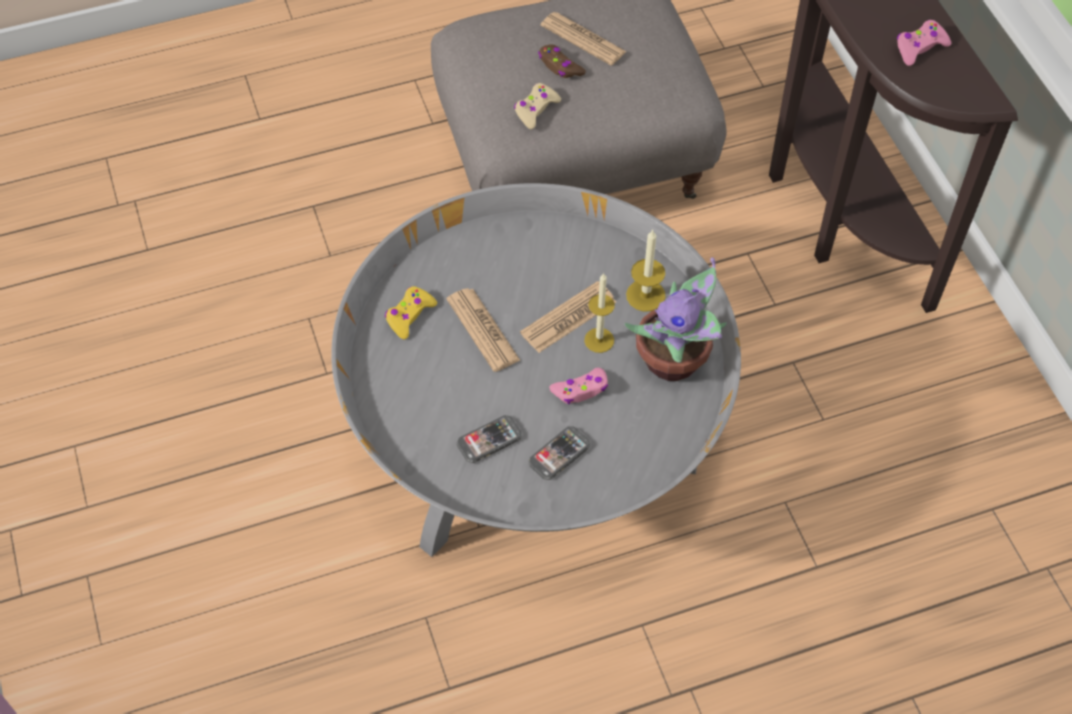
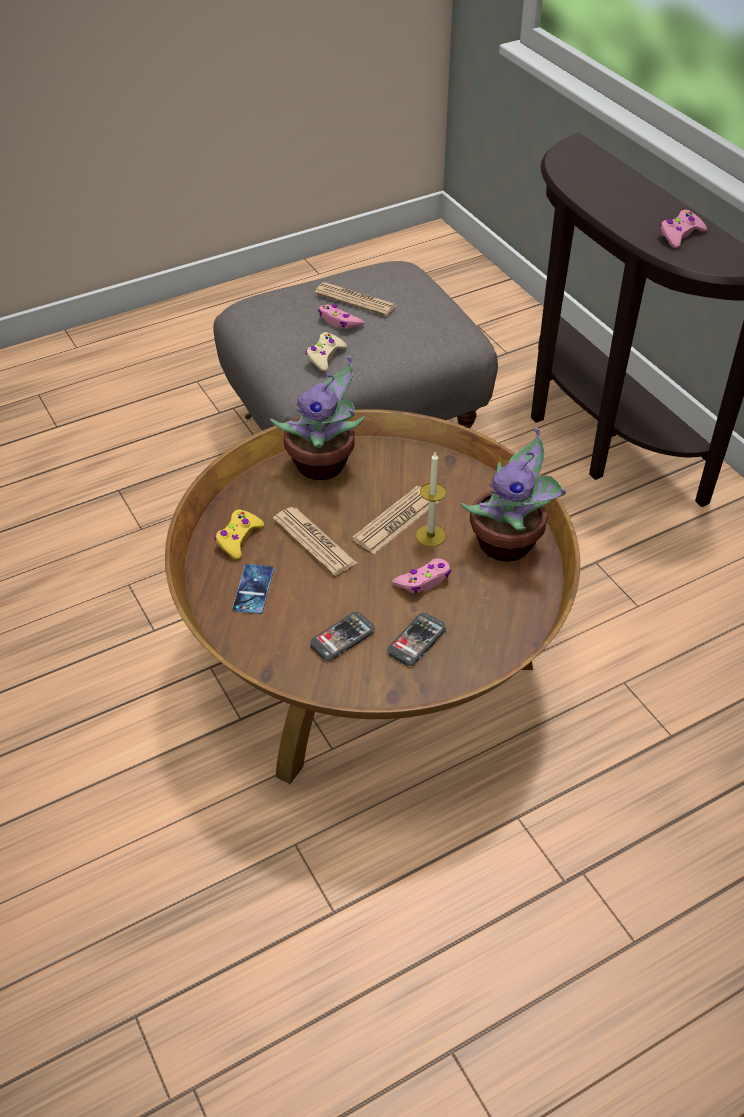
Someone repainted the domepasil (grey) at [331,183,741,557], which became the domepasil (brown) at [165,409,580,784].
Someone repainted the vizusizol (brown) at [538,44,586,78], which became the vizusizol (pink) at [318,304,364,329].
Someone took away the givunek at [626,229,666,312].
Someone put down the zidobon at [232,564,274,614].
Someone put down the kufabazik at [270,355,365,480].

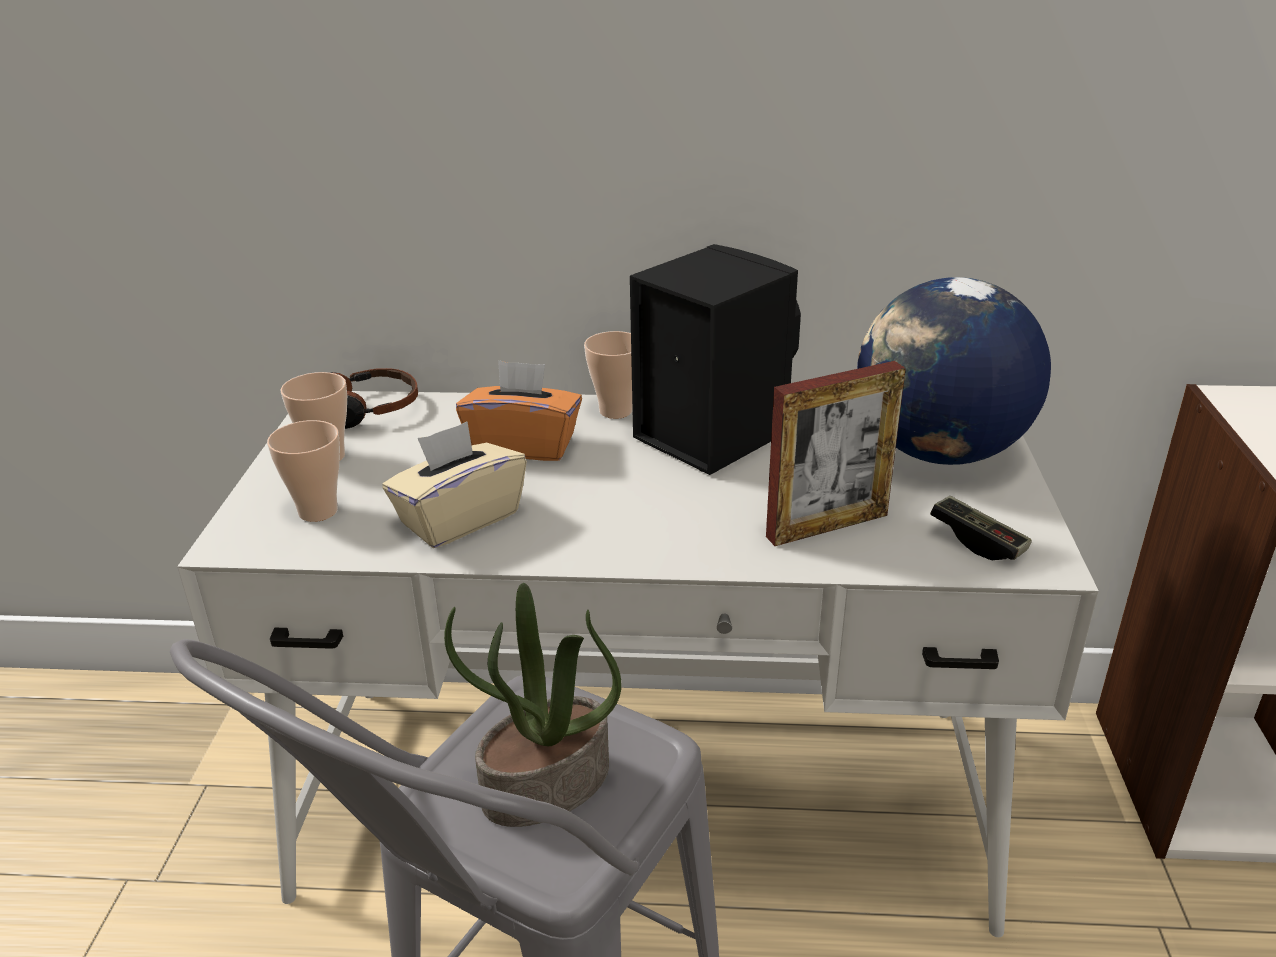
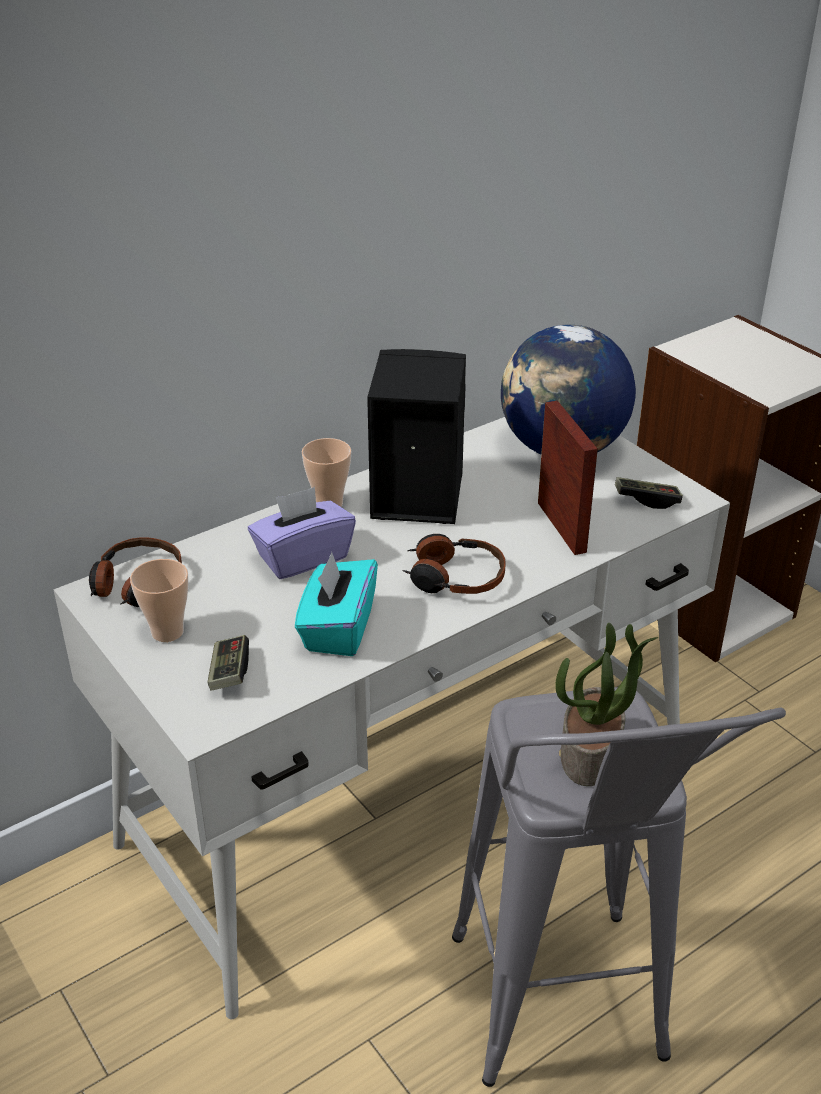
Someone swapped the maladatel at [267,420,340,522] for the vizusizol at [207,635,249,691].
Someone repainted the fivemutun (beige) at [382,421,527,548], which became the fivemutun (turquoise) at [295,552,378,656].
Someone repainted the fivemutun (orange) at [456,360,582,461], which became the fivemutun (purple) at [248,487,356,579].
Someone rotated the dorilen at [766,361,906,546] by 45 degrees counterclockwise.
Someone put down the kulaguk at [402,534,506,594].

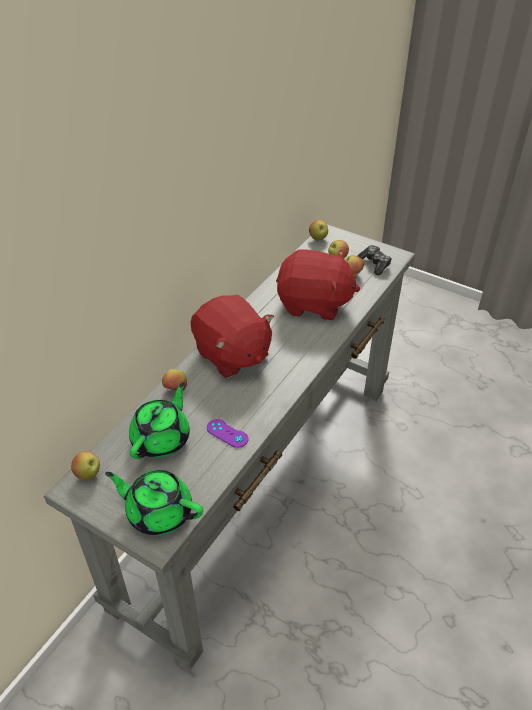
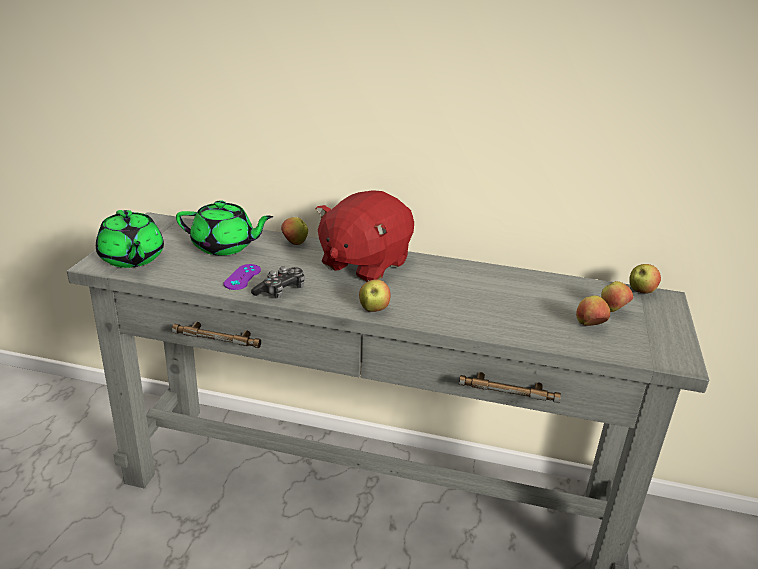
Someone carried the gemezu from [71,451,100,480] to [359,279,391,312].
Someone rotated the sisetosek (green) at [105,470,203,536] by 150 degrees clockwise.
Someone took away the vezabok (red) at [276,249,360,320].
Someone carried the vizusizol from [357,245,392,275] to [251,266,305,298].

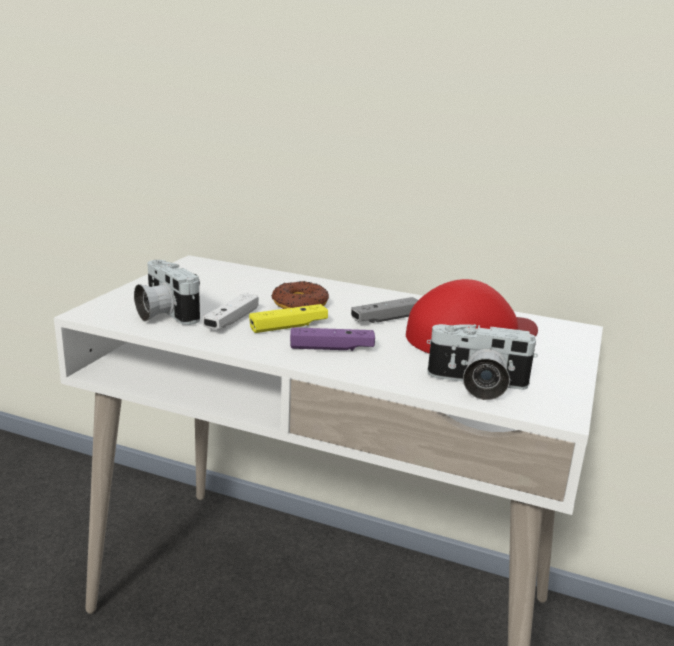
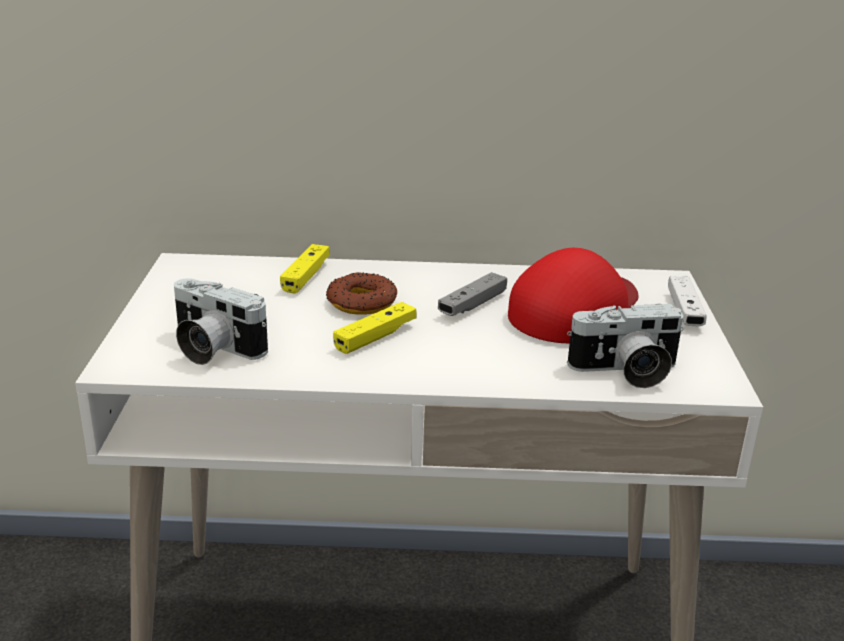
Someone carried the vizusizol (white) from [203,293,259,329] to [668,276,707,326].
Someone took away the vizusizol (purple) at [290,327,375,351].
Someone put down the vizusizol (yellow) at [280,244,330,294].

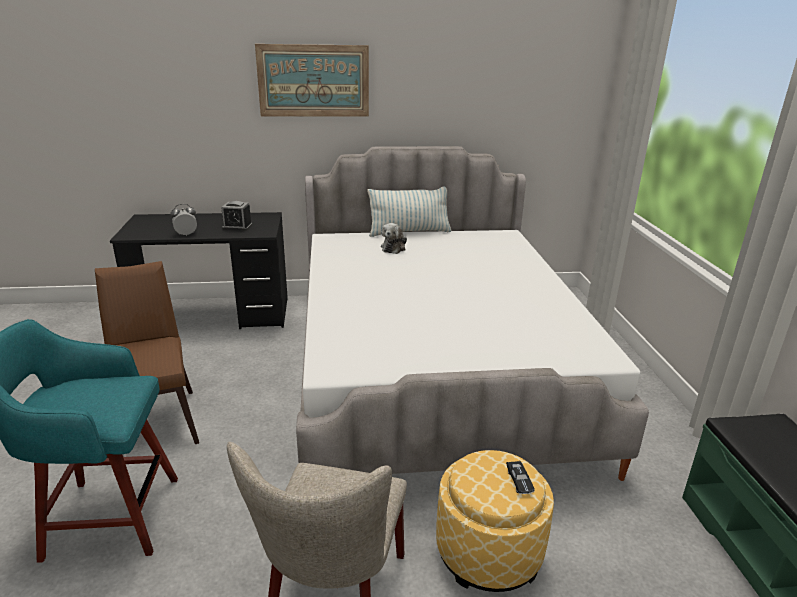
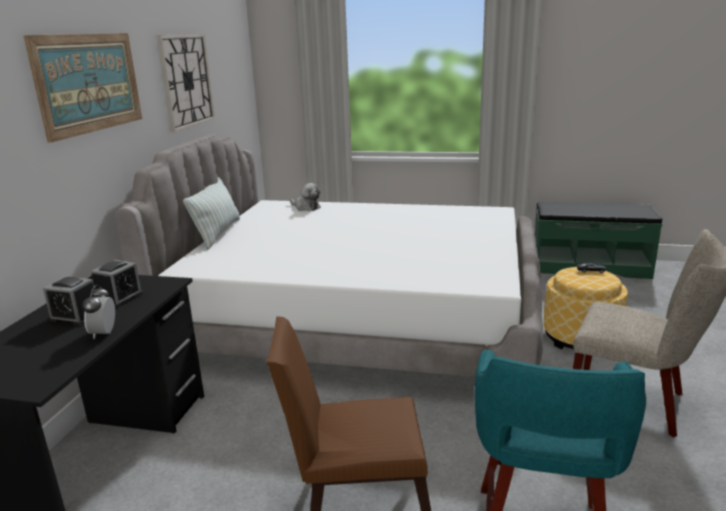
Someone carried the vezabok from [381,223,407,254] to [290,183,321,211].
Someone put down the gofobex at [43,276,95,326].
Someone put up the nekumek at [156,34,215,132].

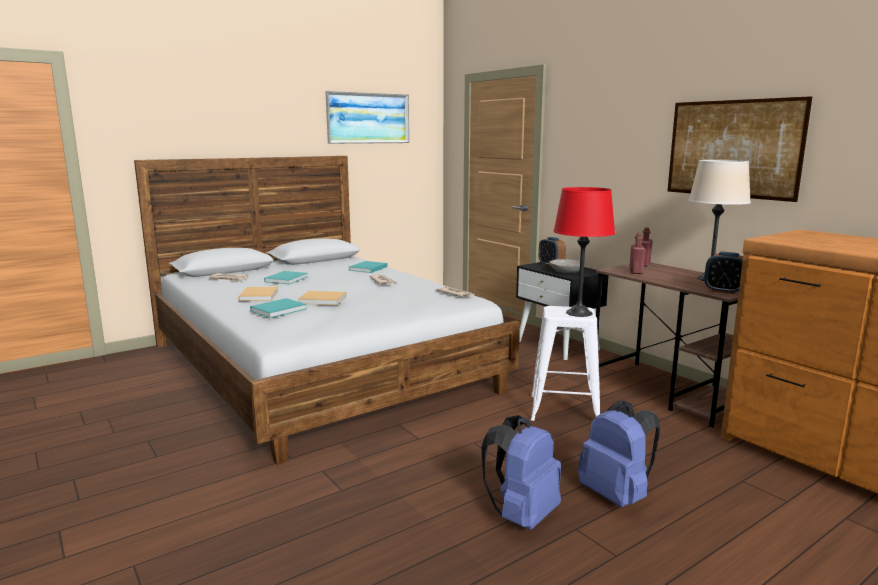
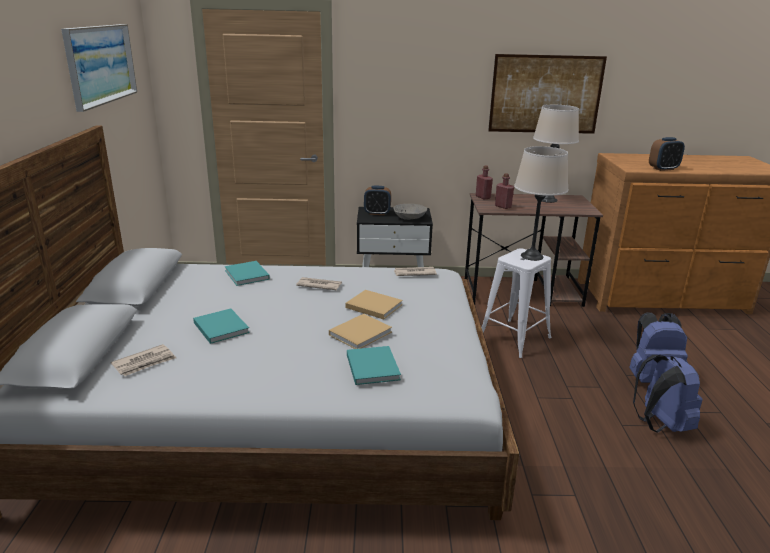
Someone carried the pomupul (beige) from [238,286,279,301] to [345,290,403,319].
Someone repainted the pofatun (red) at [554,187,615,317], which became the pofatun (beige) at [514,146,568,261].
Someone carried the gofobex from [704,252,743,294] to [649,137,685,171].

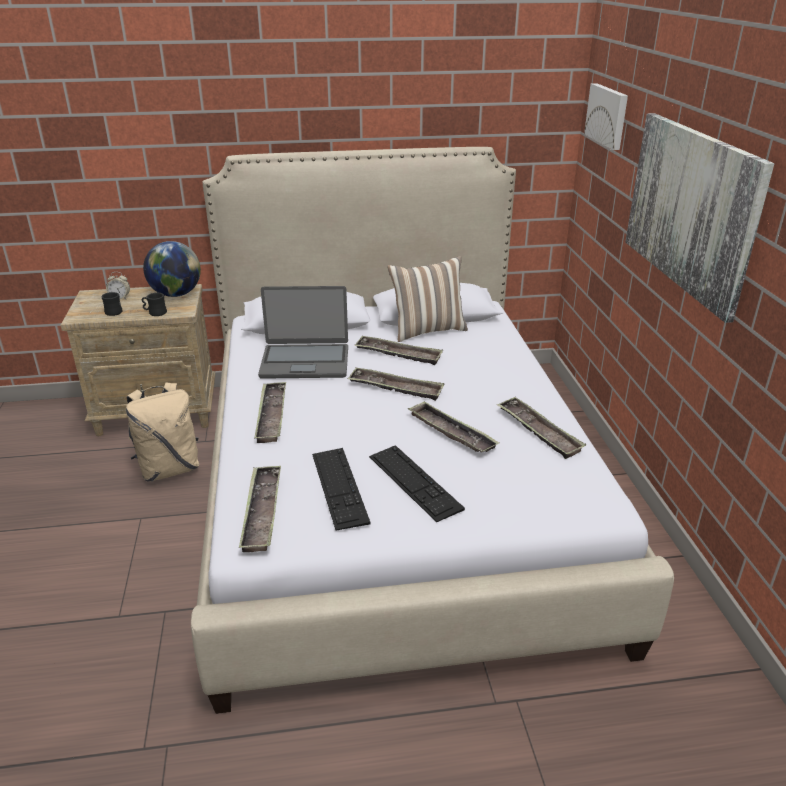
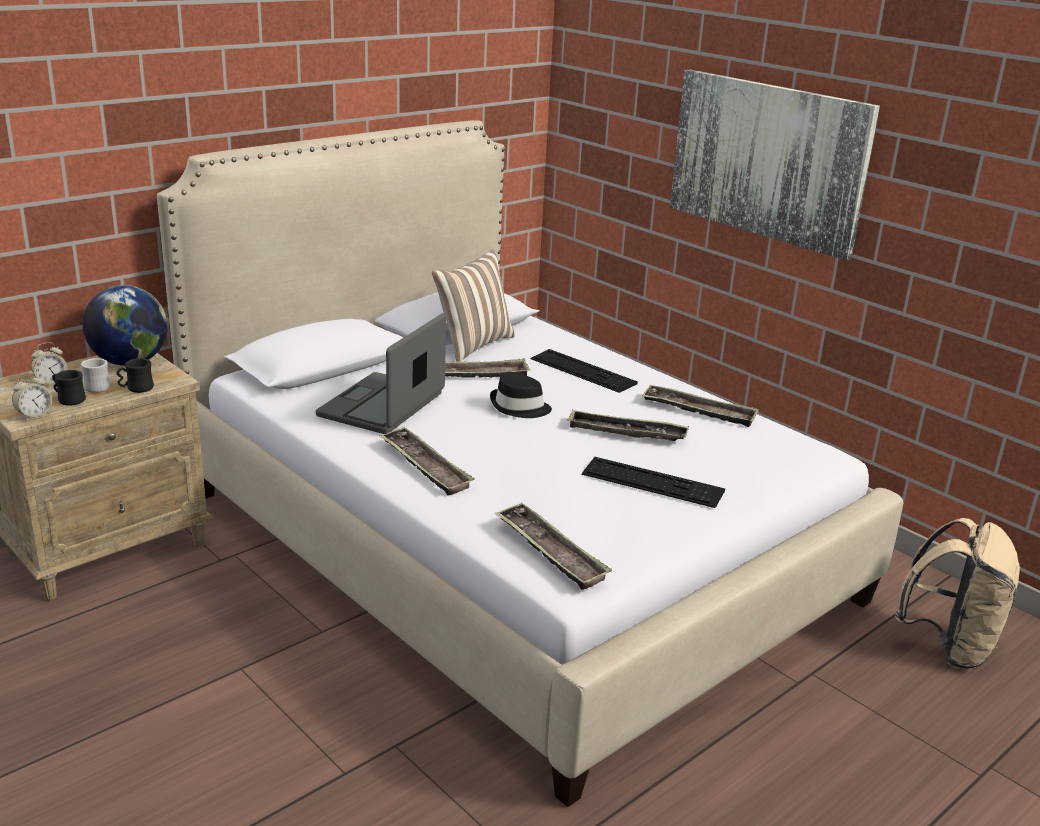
Someone carried the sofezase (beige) from [126,382,199,482] to [895,518,1022,669].
Someone rotated the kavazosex at [258,286,348,379] by 150 degrees clockwise.
Someone carried the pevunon from [312,448,370,531] to [530,349,638,393].
Someone swapped the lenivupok at [348,368,444,401] for the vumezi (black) at [490,372,552,418].
Someone took away the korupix at [584,83,628,150].
Someone put down the gofobex at [12,373,52,420].
Someone put down the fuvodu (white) at [81,358,111,393].

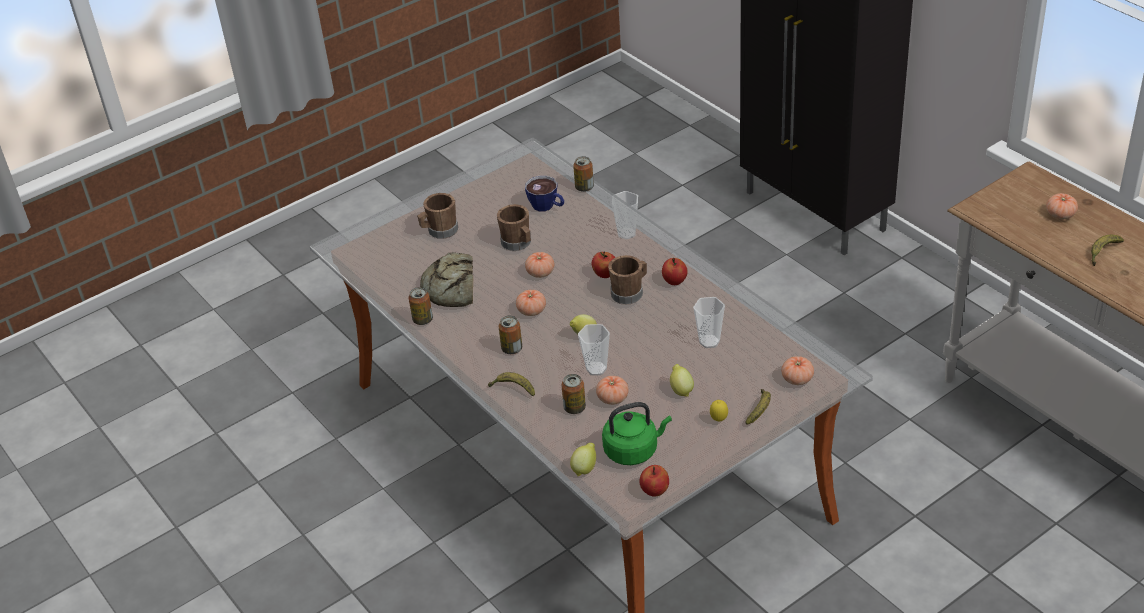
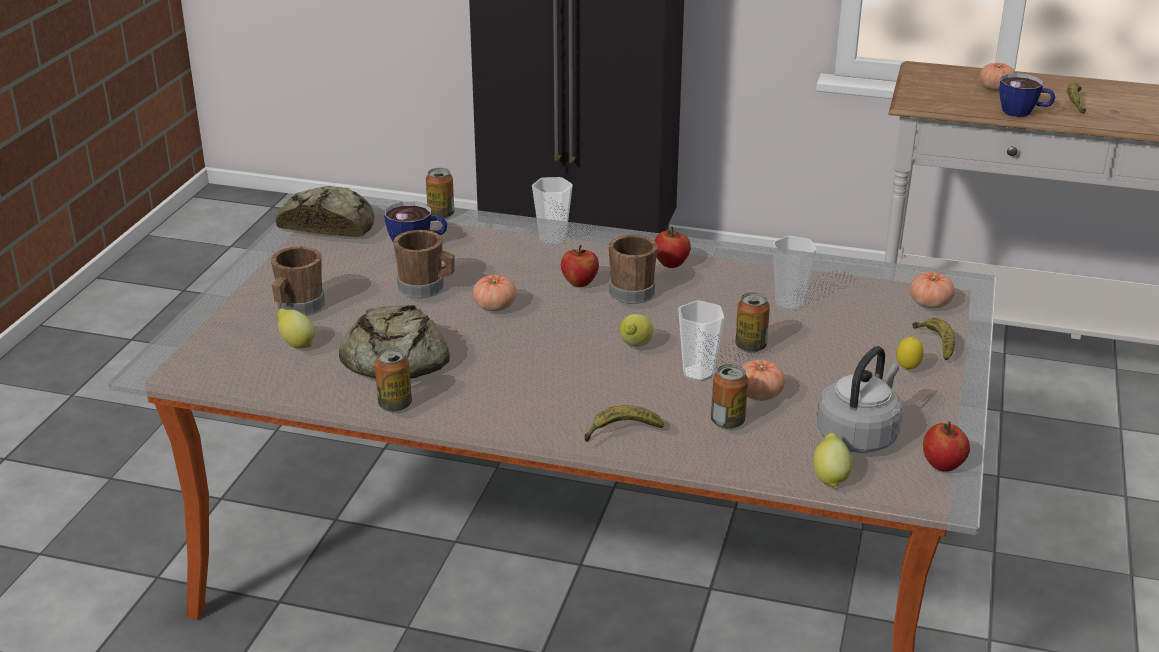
Someone carried the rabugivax from [499,316,522,354] to [736,292,770,352].
Someone took away the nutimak at [516,290,546,316].
Someone repainted the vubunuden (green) at [602,402,672,465], which became the vubunuden (grey) at [817,346,903,453].
Someone carried the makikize from [670,364,694,397] to [277,308,315,349].
Someone put down the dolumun at [276,186,374,237].
Someone put down the maladatel at [1000,73,1055,117].

